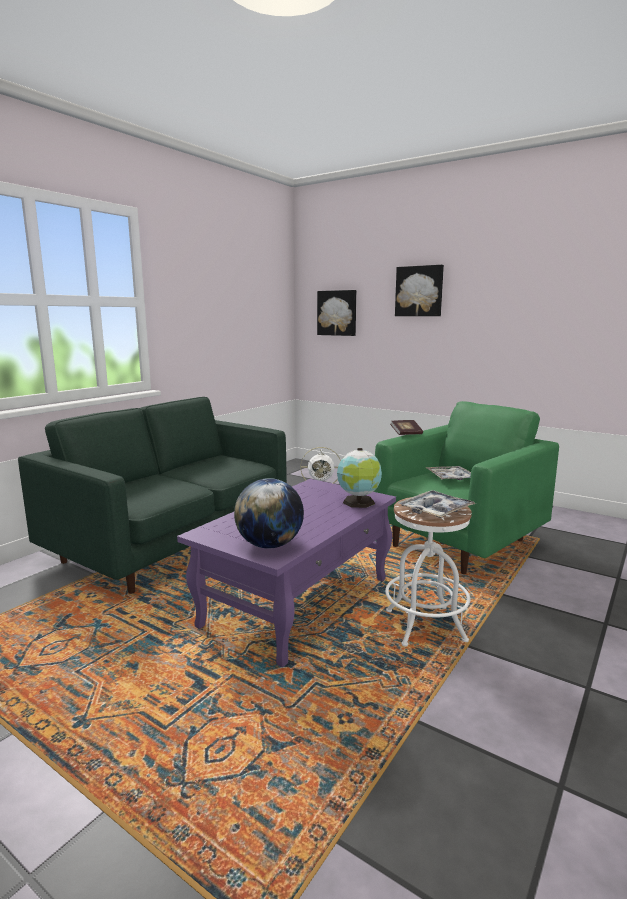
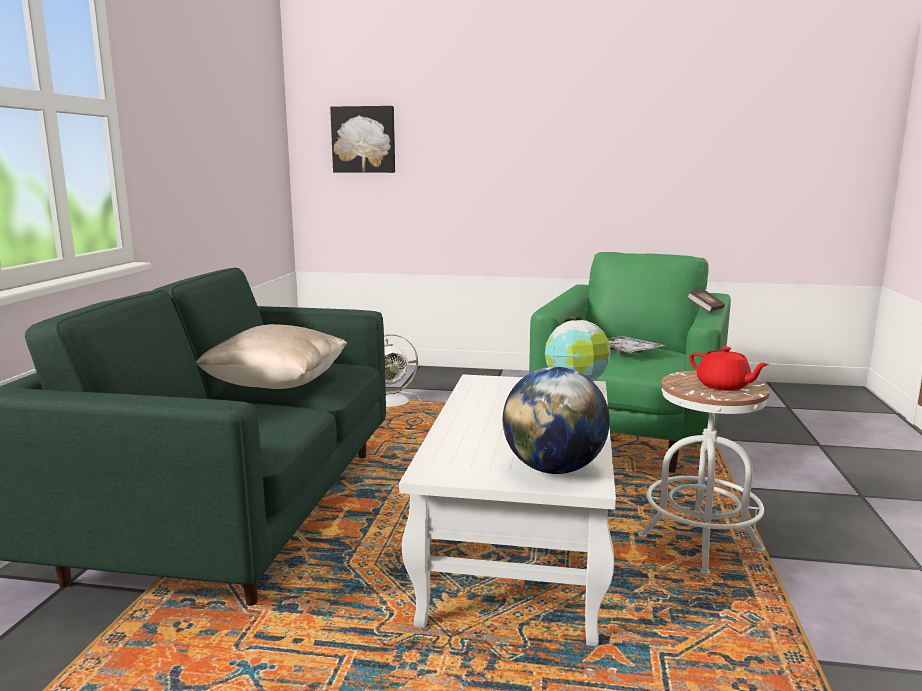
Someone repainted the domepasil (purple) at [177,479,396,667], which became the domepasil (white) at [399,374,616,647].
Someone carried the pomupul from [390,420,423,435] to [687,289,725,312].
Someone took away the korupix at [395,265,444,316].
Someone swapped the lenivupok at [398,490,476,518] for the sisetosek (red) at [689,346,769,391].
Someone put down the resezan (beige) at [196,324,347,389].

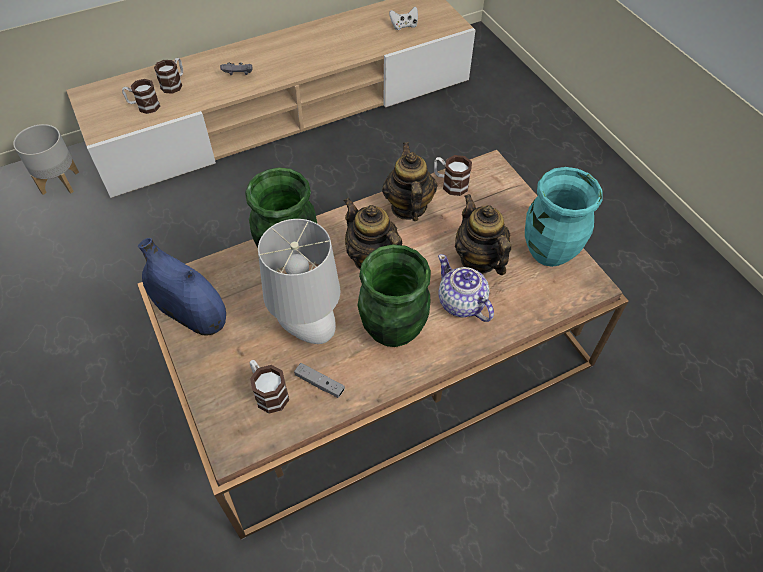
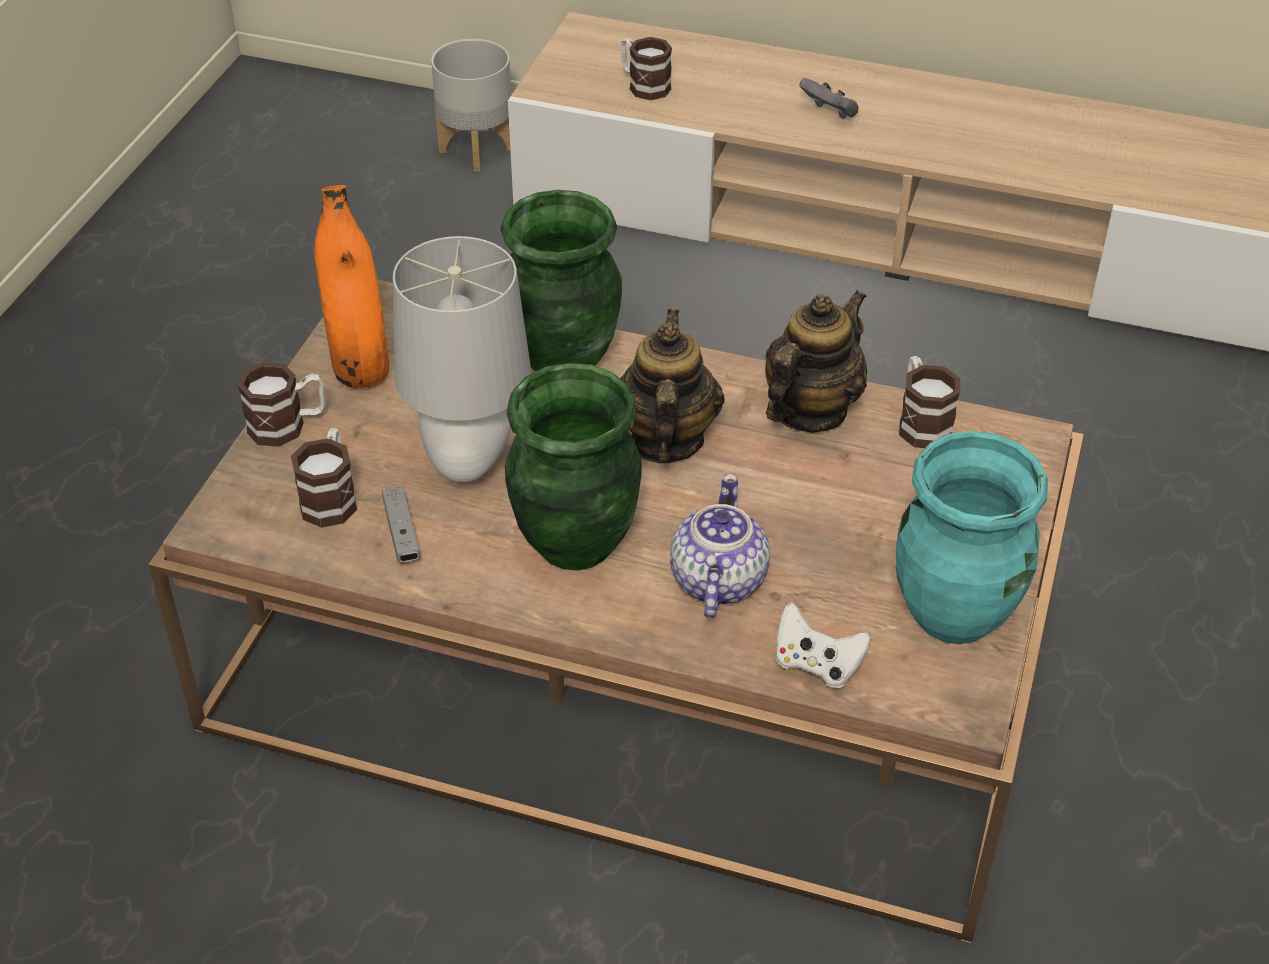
Someone repainted the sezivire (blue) at [138,238,226,336], which became the sezivire (orange) at [314,185,389,388].
Someone carried the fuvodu from [154,58,183,94] to [238,362,325,447].
Someone carried the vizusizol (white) from [389,6,418,30] to [775,602,871,688].
Someone took away the sisetosek at [455,194,511,275].

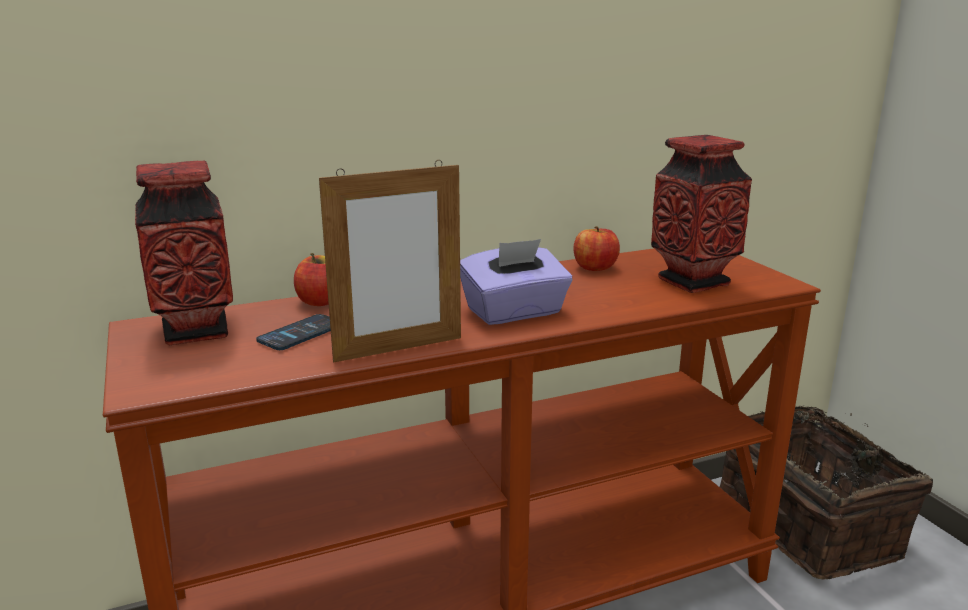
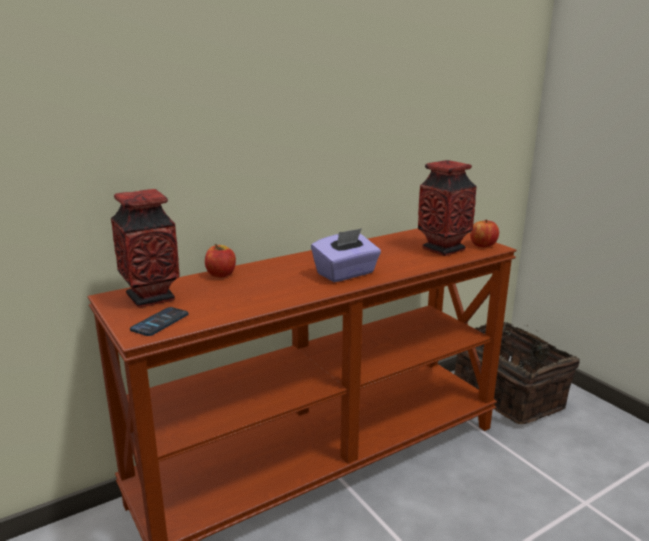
Someone carried the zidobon from [256,314,331,350] to [130,307,188,336].
Someone took away the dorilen at [319,160,461,362].
Someone carried the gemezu from [573,226,620,271] to [470,219,499,247].

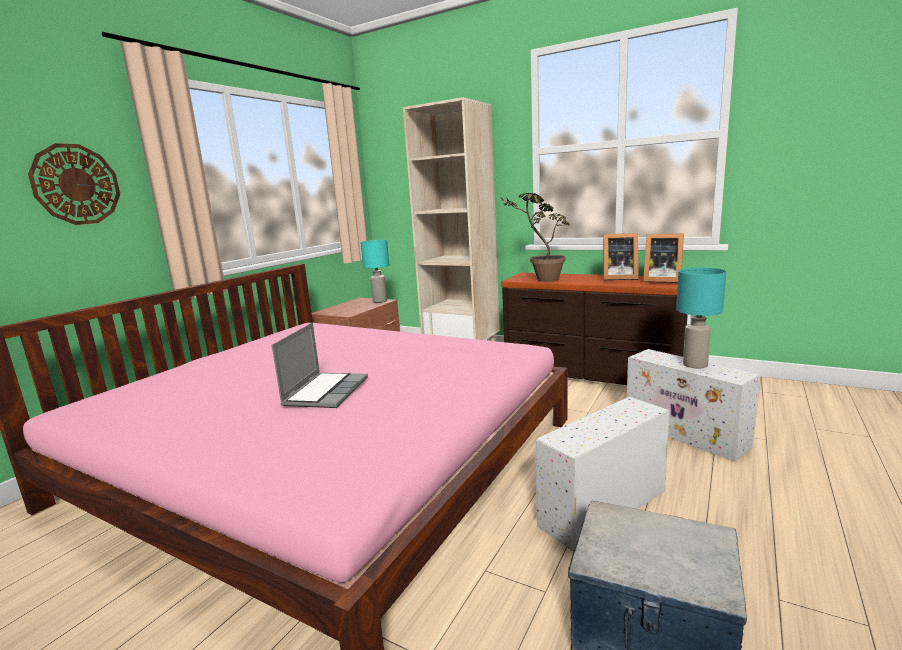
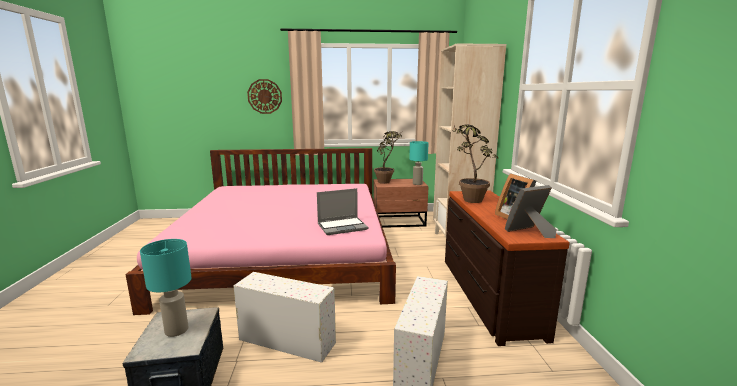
Someone carried the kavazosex from [272,323,368,408] to [317,188,368,235].
Someone rotated the dorilen at [643,233,684,283] by 75 degrees clockwise.
Someone carried the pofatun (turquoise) from [676,268,726,368] to [140,239,192,337].
Someone put down the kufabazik at [374,131,400,184].

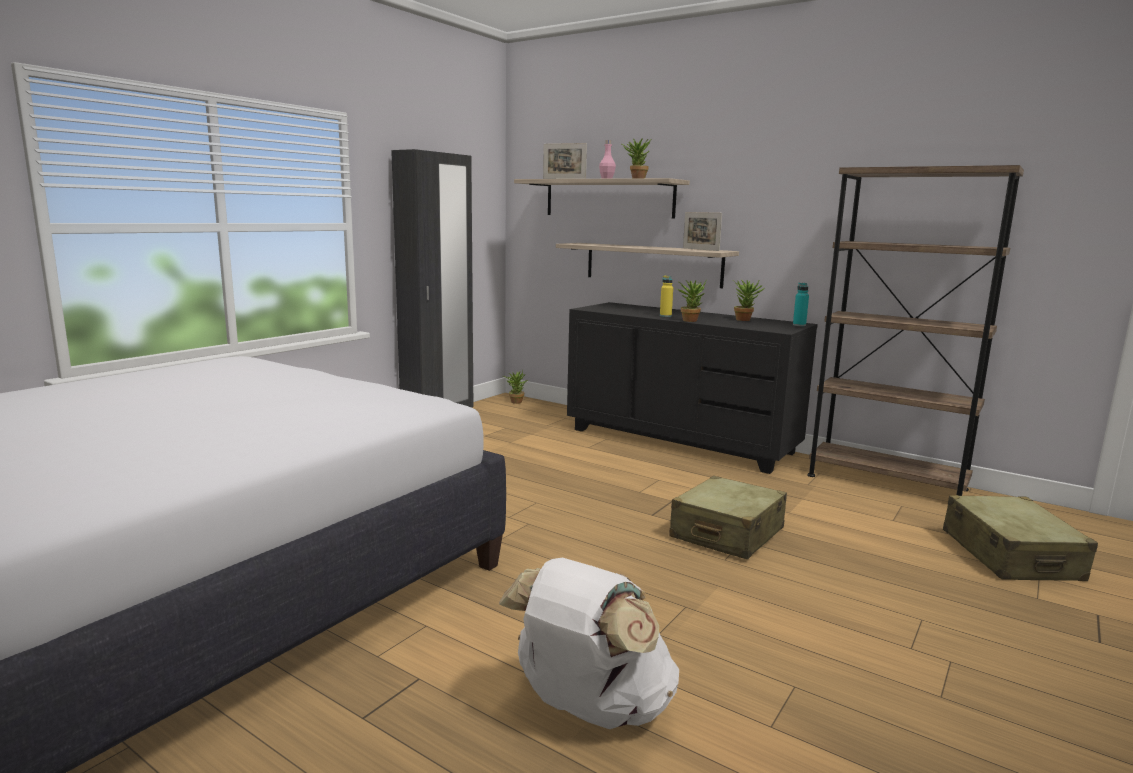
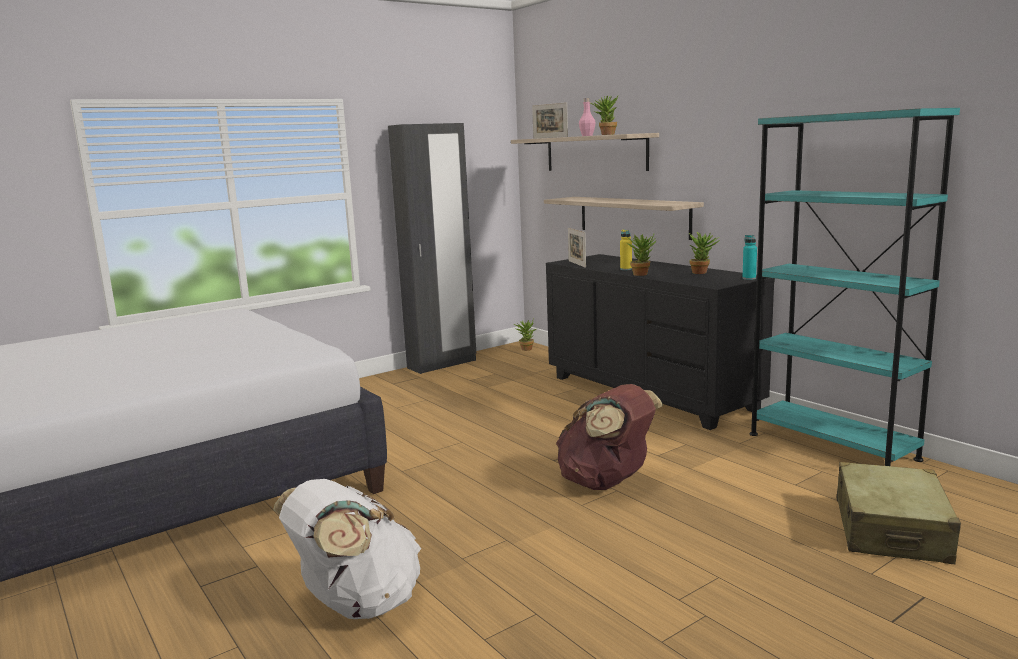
Someone swapped the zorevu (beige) at [669,476,787,559] for the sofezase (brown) at [556,384,663,490].
Someone carried the dorilen from [683,212,722,251] to [568,228,586,268].
Someone repainted the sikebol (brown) at [807,165,1024,496], which became the sikebol (turquoise) at [750,108,960,466].

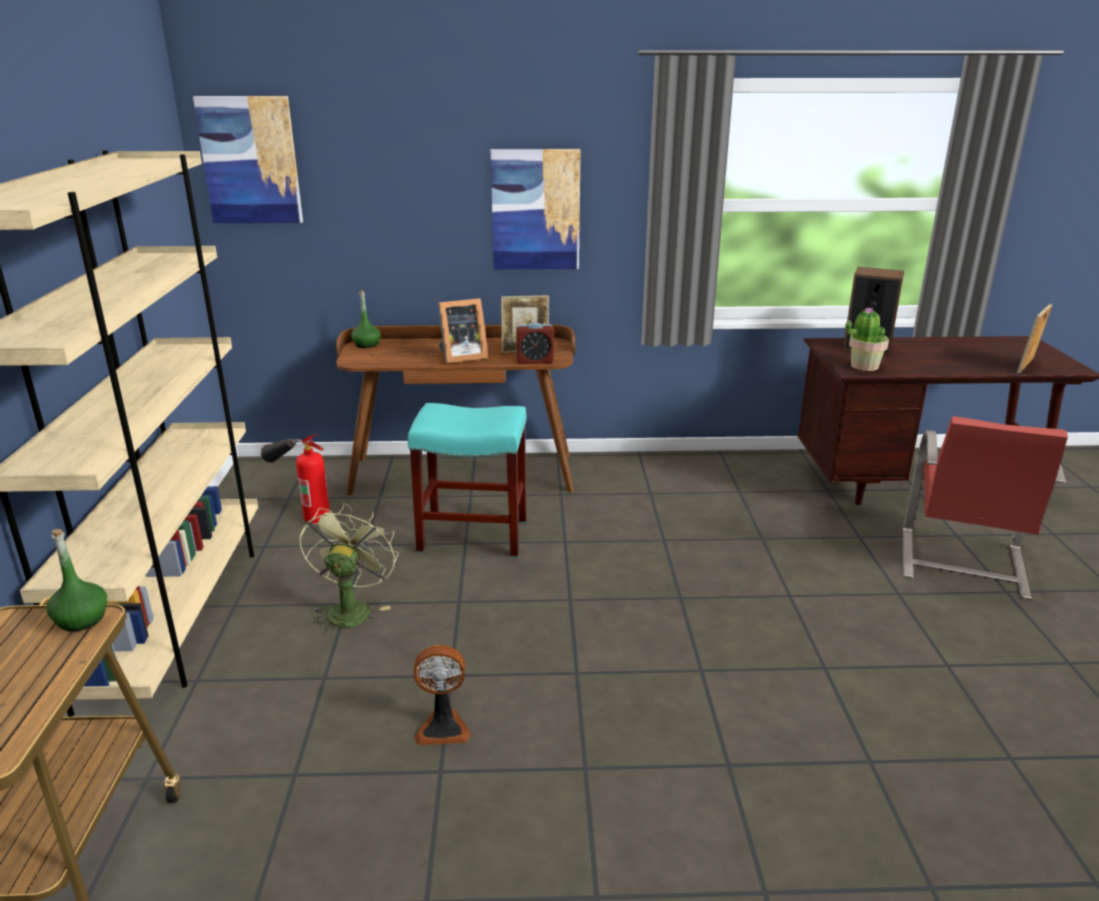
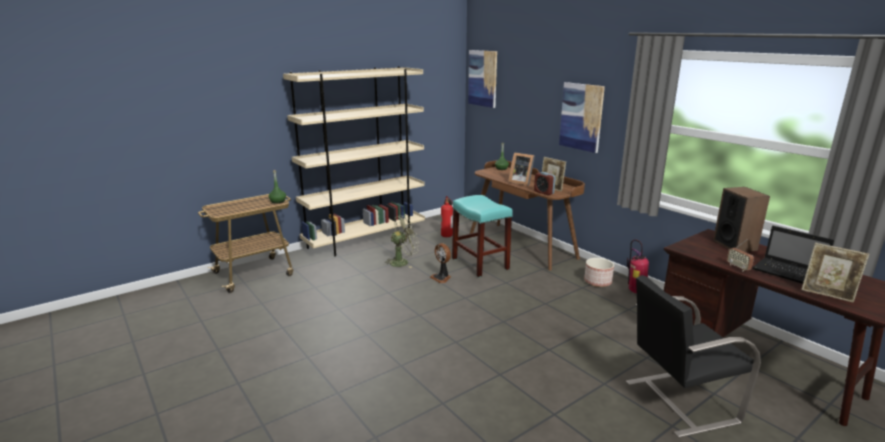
Someone carried the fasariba from [414,645,471,745] to [430,243,451,283].
Someone took away the kufabazik at [845,307,889,371].
Someone repainted the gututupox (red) at [903,416,1068,600], which became the gututupox (black) at [626,275,761,438].
Someone rotated the dorilen at [1017,304,1052,373] by 150 degrees counterclockwise.
Someone put down the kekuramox at [584,258,614,287].
Someone put down the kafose at [627,240,649,293].
Someone put down the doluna at [727,239,754,272].
Someone put down the kavazosex at [753,226,834,284].

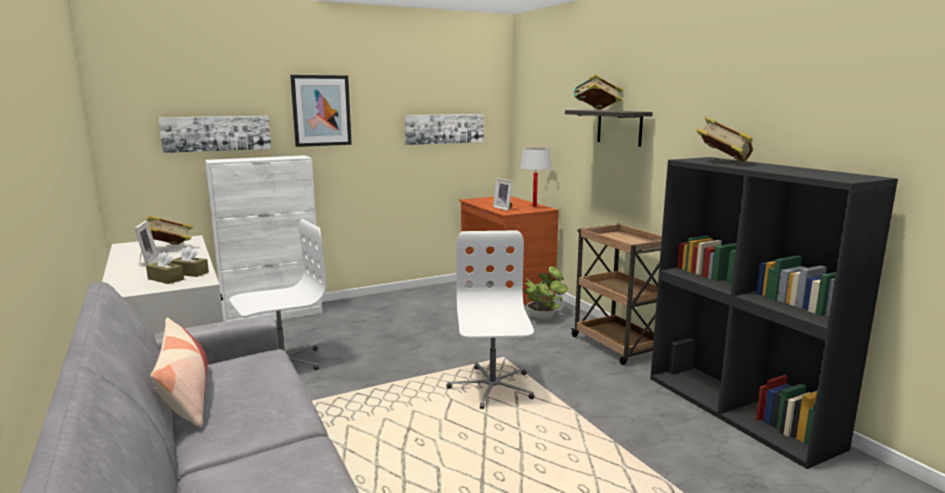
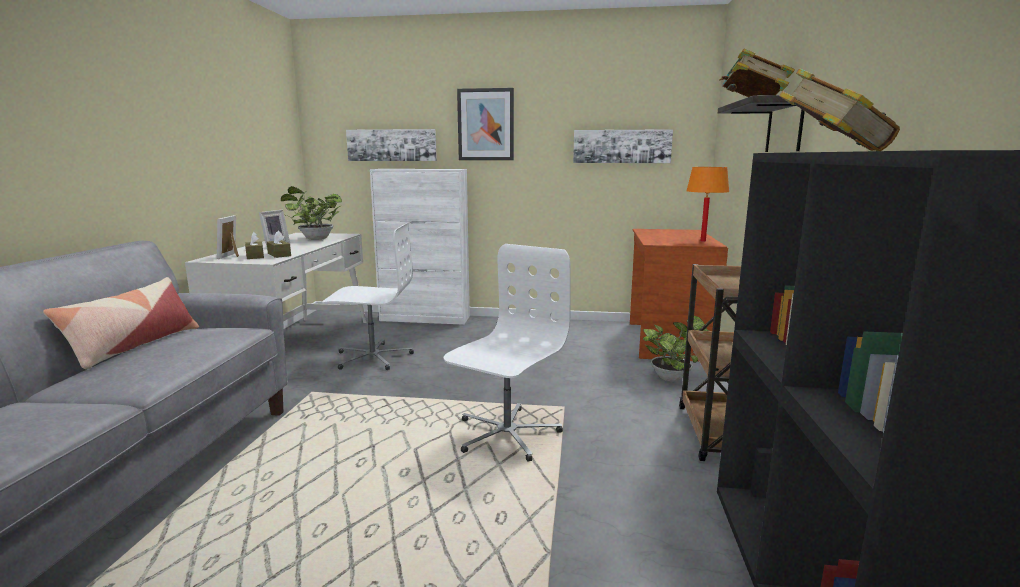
Someone swapped the pomupul at [146,215,193,245] for the kufabazik at [281,186,342,240].
Someone carried the dorilen from [493,178,513,211] to [217,215,239,259].
Someone repainted the pofatun (white) at [520,148,552,207], which became the pofatun (orange) at [686,167,729,242].

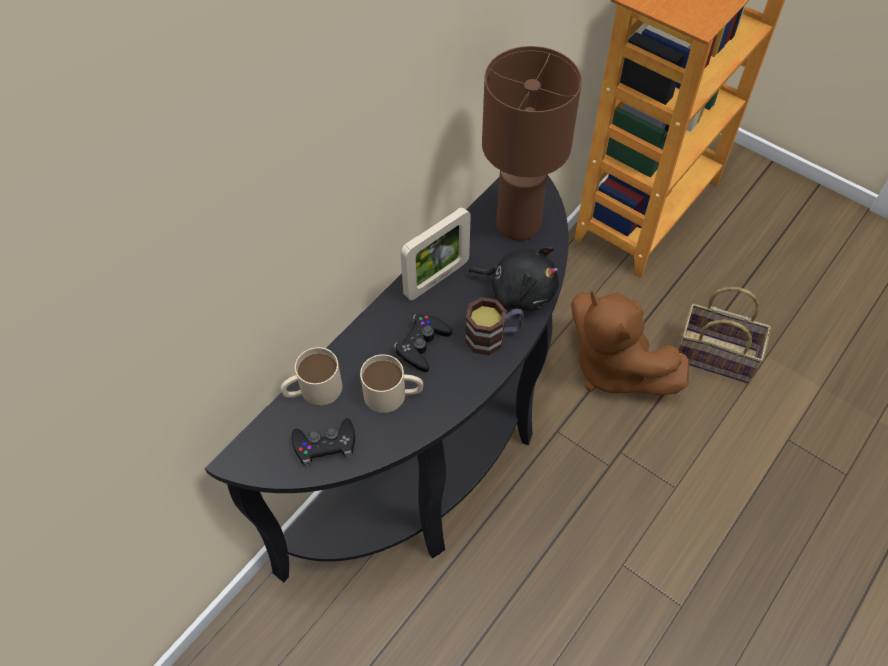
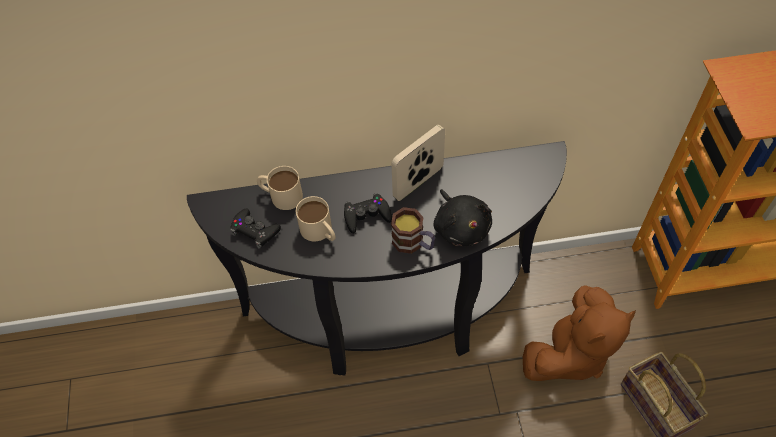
Someone rotated the dorilen at [400,207,471,300] by 135 degrees clockwise.
Someone took away the pofatun (brown) at [482,46,582,241].
Someone rotated the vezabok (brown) at [571,291,689,395] by 135 degrees counterclockwise.

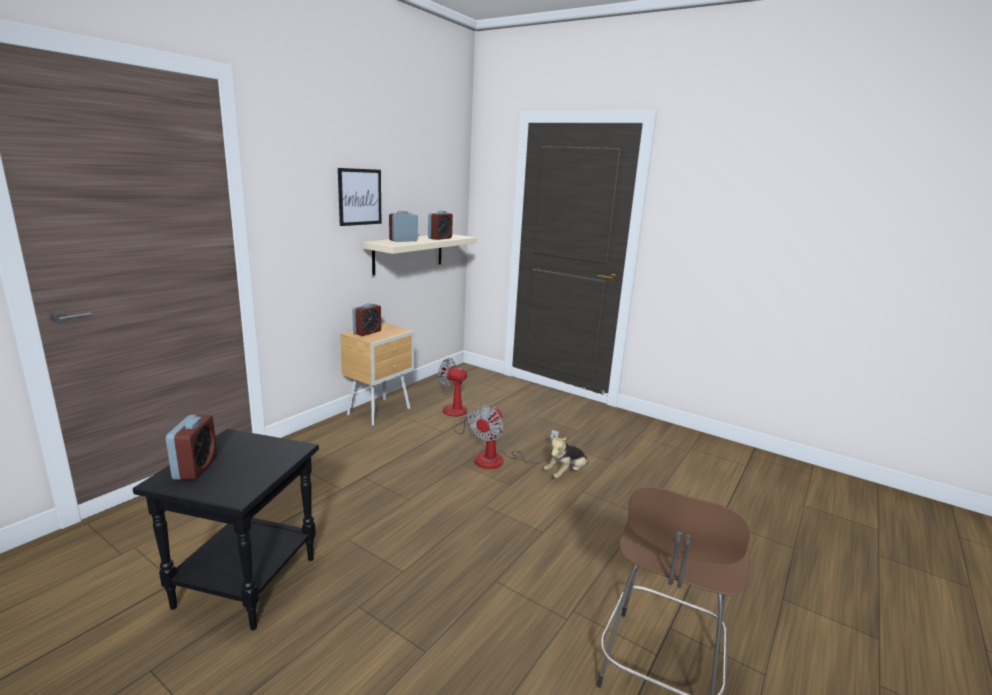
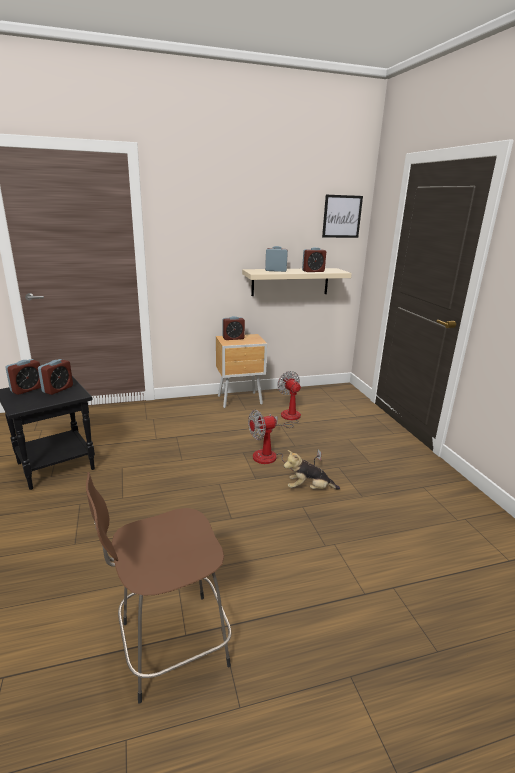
Someone carried the korupix from [338,168,381,226] to [322,195,363,238].
Someone put down the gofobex at [38,359,73,395].

